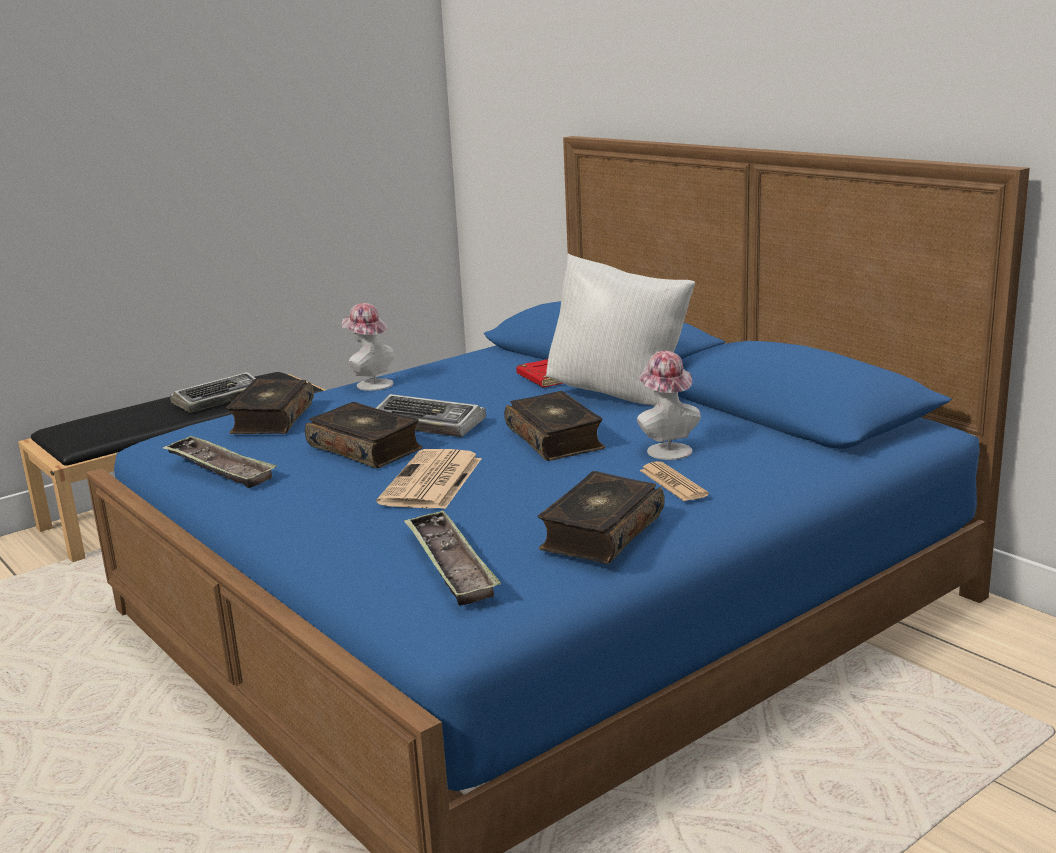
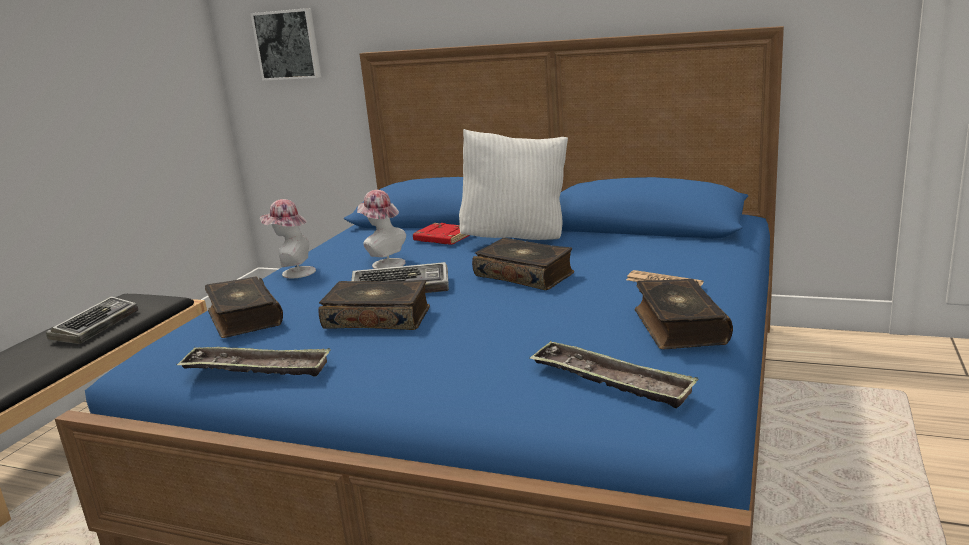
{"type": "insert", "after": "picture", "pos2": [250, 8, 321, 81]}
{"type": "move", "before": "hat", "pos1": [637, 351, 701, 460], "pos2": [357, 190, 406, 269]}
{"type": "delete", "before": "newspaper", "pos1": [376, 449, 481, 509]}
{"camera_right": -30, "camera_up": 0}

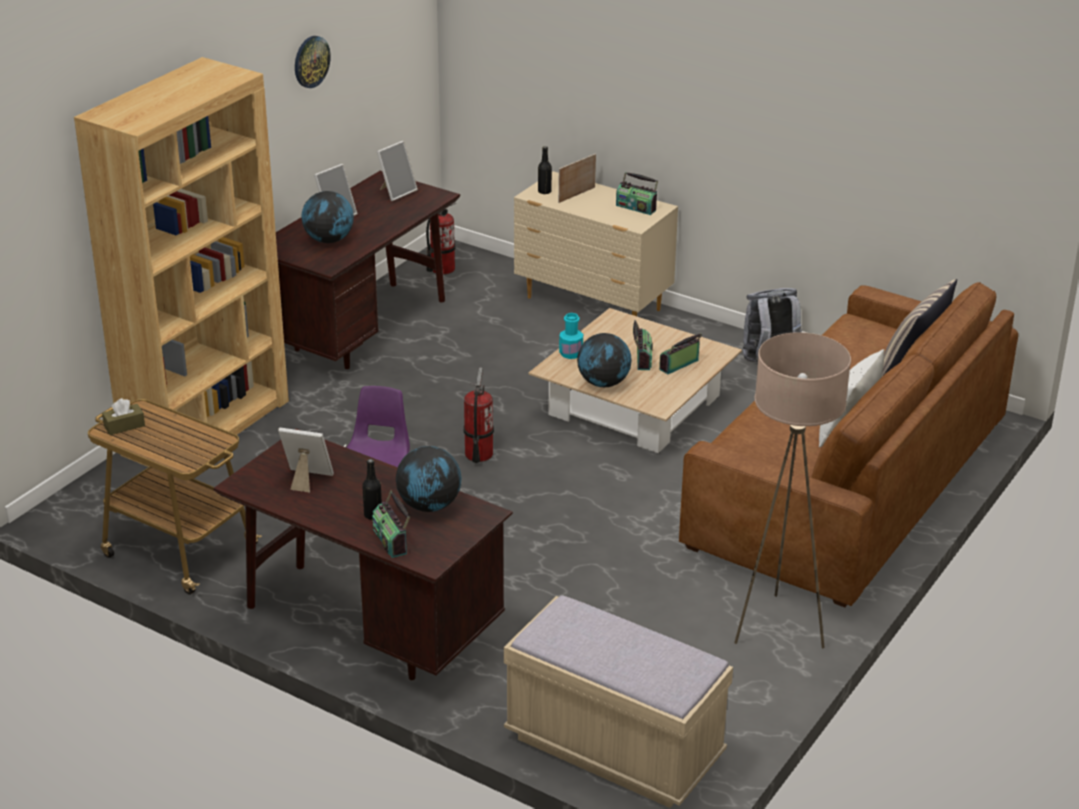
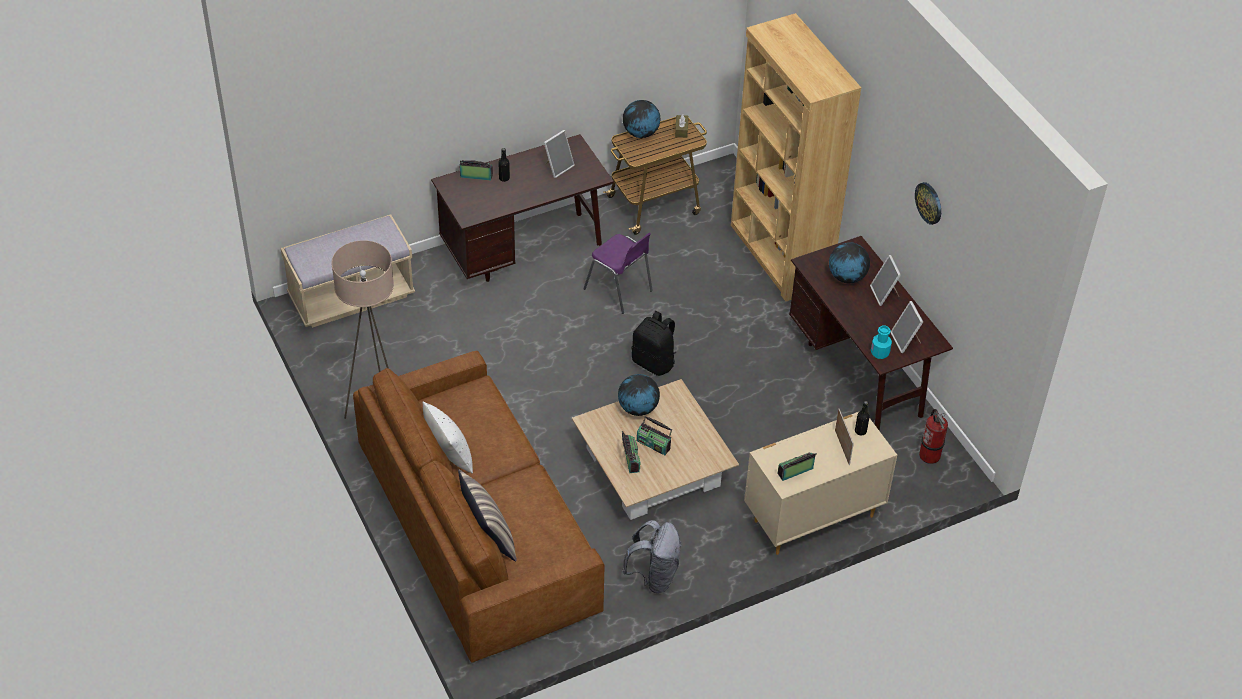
{"type": "move", "before": "globe", "pos1": [396, 446, 462, 512], "pos2": [623, 100, 660, 138]}
{"type": "replace", "before": "fire_extinguisher", "after": "black_backpack", "pos1": [463, 367, 494, 463], "pos2": [632, 311, 676, 376]}
{"type": "move", "before": "turquoise_bottle", "pos1": [559, 313, 583, 359], "pos2": [871, 325, 892, 359]}
{"camera_right": 120, "camera_up": 15}

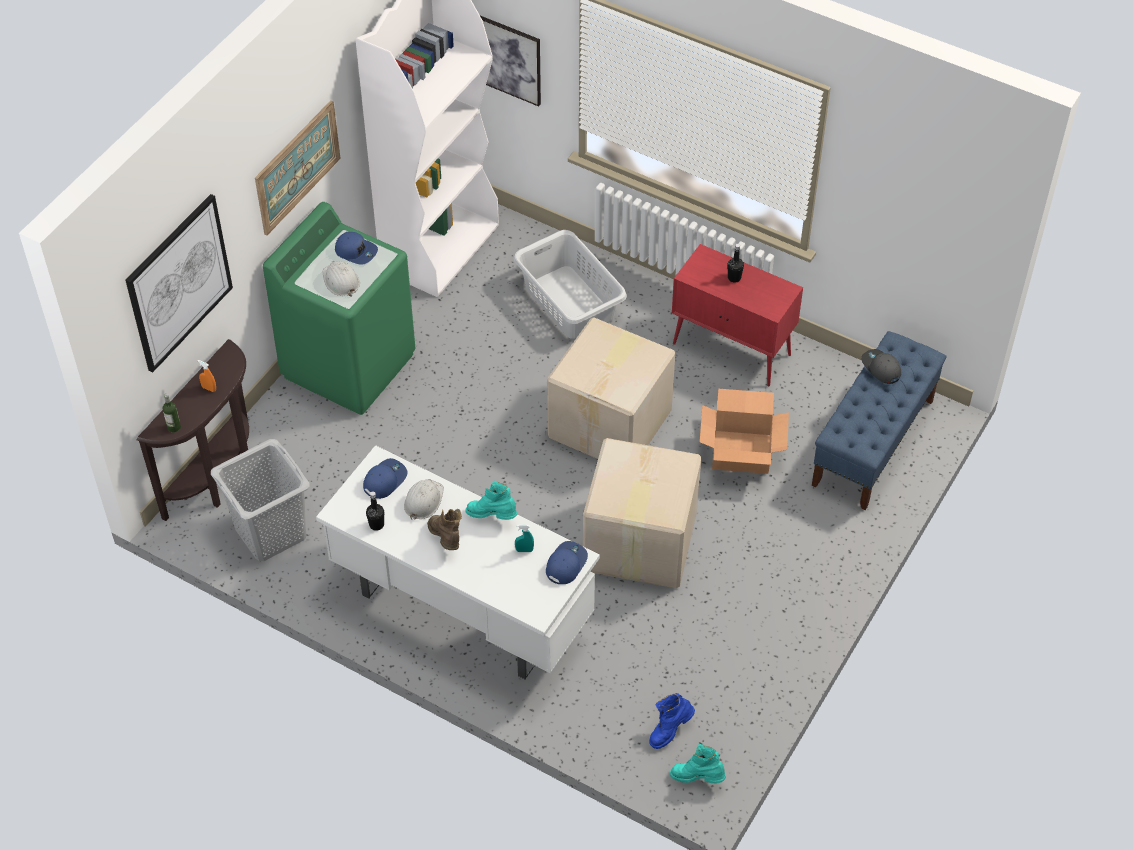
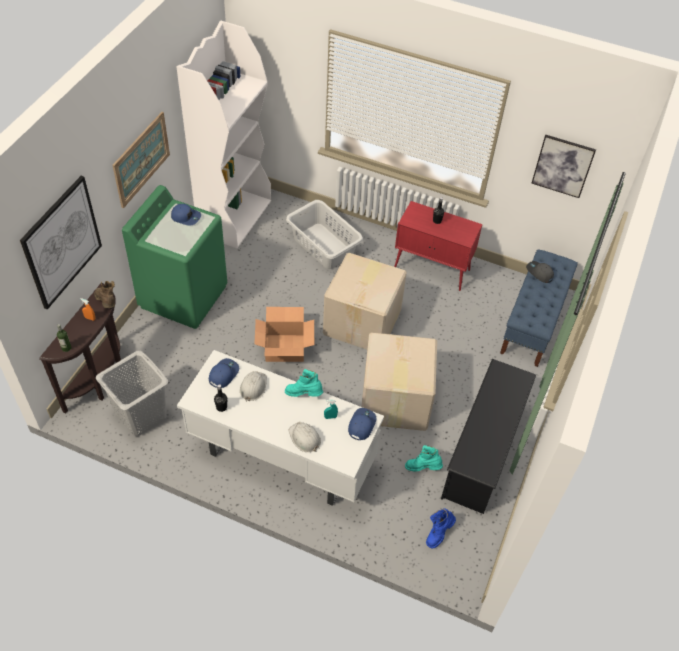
{"type": "move", "before": "brown_boot", "pos1": [427, 509, 462, 550], "pos2": [94, 281, 115, 308]}
{"type": "move", "before": "cardboard_box", "pos1": [700, 389, 789, 474], "pos2": [254, 307, 314, 362]}
{"type": "move", "before": "white_hard_hat", "pos1": [322, 261, 360, 297], "pos2": [288, 422, 321, 452]}
{"type": "move", "before": "turquoise_boot", "pos1": [670, 744, 726, 783], "pos2": [405, 445, 443, 471]}
{"type": "insert", "after": "black_shoe_rack", "pos2": [441, 359, 536, 514]}
{"type": "move", "before": "picture", "pos1": [480, 16, 541, 106], "pos2": [531, 135, 596, 198]}
{"camera_right": -10, "camera_up": 0}

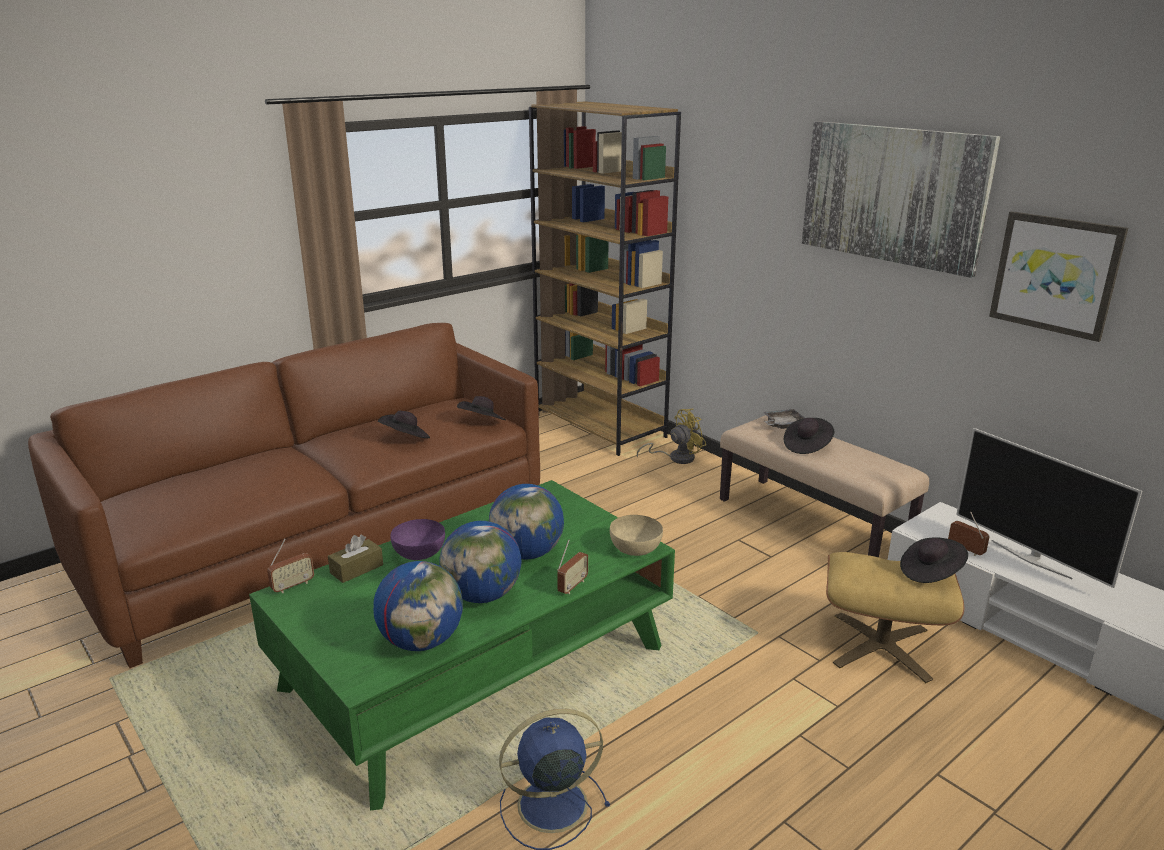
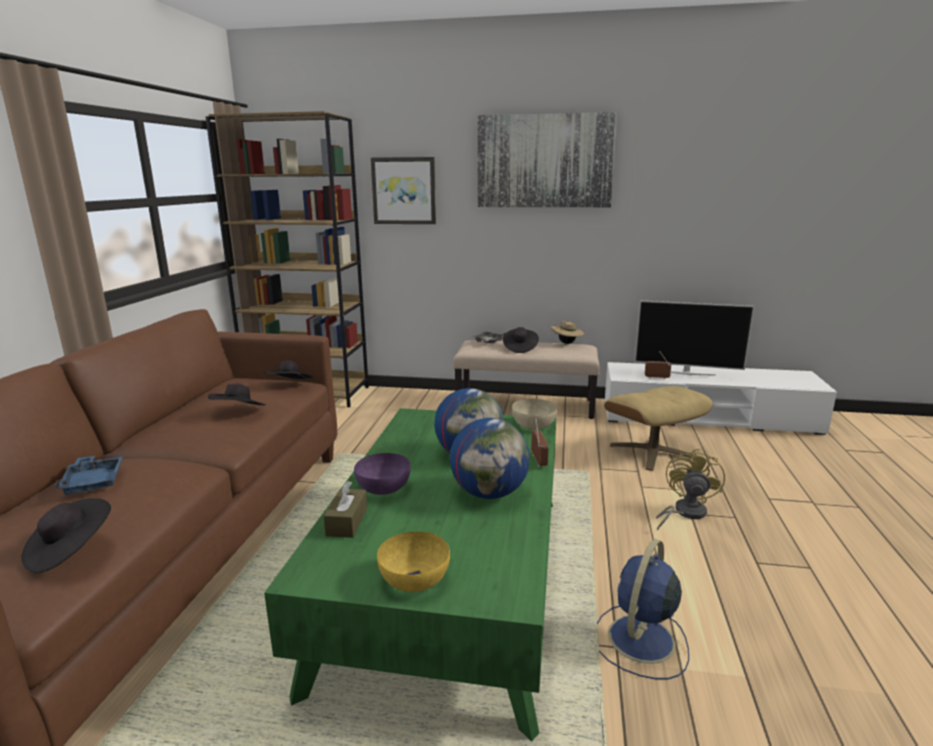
{"type": "move", "before": "black_hat", "pos1": [900, 537, 968, 583], "pos2": [21, 498, 111, 573]}
{"type": "insert", "after": "blue_tray", "pos2": [55, 456, 123, 495]}
{"type": "move", "before": "picture", "pos1": [989, 211, 1128, 342], "pos2": [371, 157, 436, 224]}
{"type": "insert", "after": "yellow_bowl", "pos2": [377, 531, 450, 592]}
{"type": "insert", "after": "beige_hat", "pos2": [551, 321, 584, 344]}
{"type": "move", "before": "yellow_fan", "pos1": [637, 408, 706, 464], "pos2": [656, 449, 725, 531]}
{"type": "delete", "before": "radio", "pos1": [267, 539, 314, 593]}
{"type": "delete", "before": "globe", "pos1": [373, 561, 463, 651]}
{"camera_right": -40, "camera_up": -5}

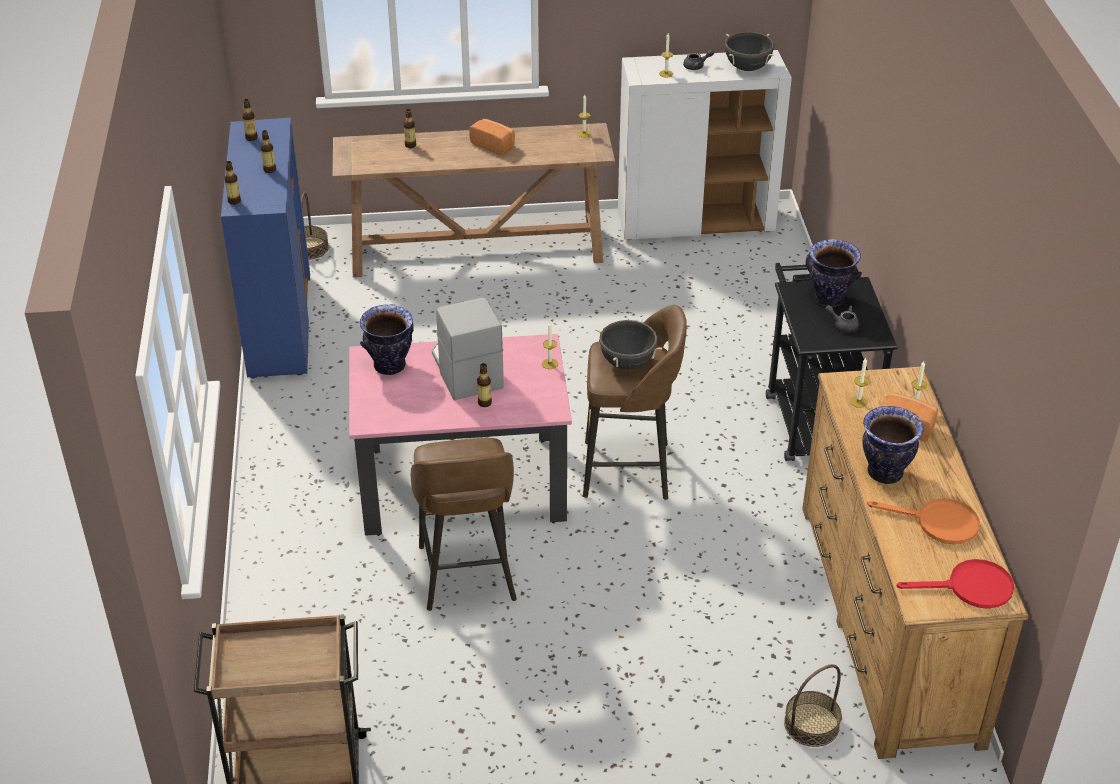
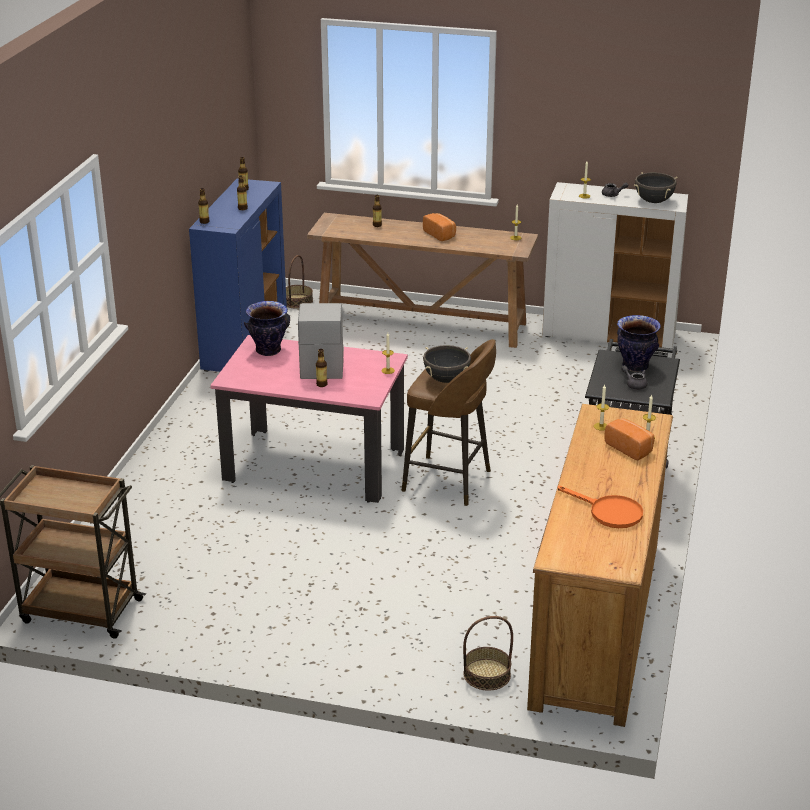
{"type": "delete", "before": "brown_stool", "pos1": [411, 437, 517, 611]}
{"type": "delete", "before": "vase", "pos1": [862, 406, 924, 484]}
{"type": "delete", "before": "red_frying_pan", "pos1": [896, 559, 1014, 609]}
{"camera_right": 20, "camera_up": -10}

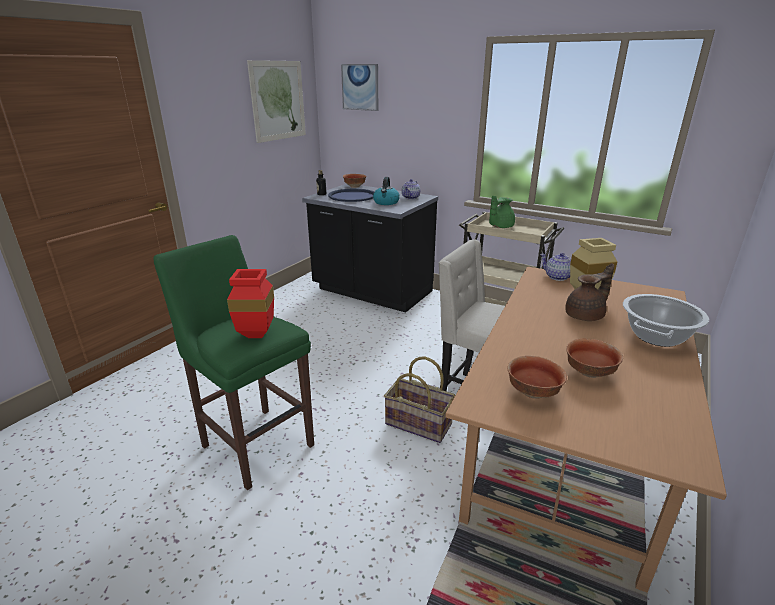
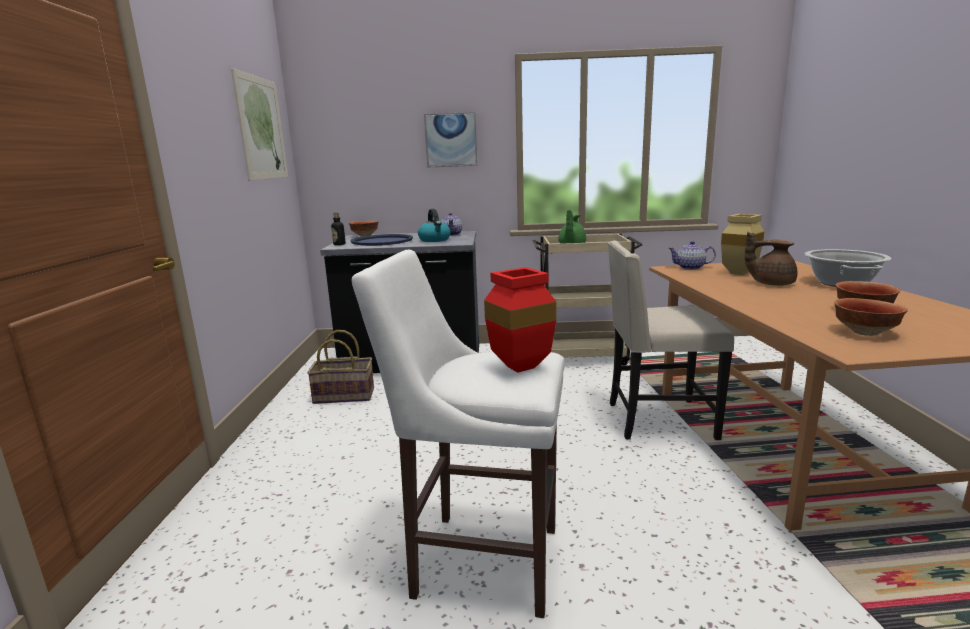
{"type": "move", "before": "basket", "pos1": [384, 356, 455, 443], "pos2": [307, 330, 374, 404]}
{"type": "recolor", "before": "green_stool", "after": "white_stool", "pos1": [153, 235, 314, 490], "pos2": [352, 250, 565, 618]}
{"type": "move", "before": "picture", "pos1": [341, 64, 378, 111], "pos2": [424, 112, 478, 167]}
{"type": "rotate", "before": "brown_teapot", "pos1": [566, 263, 614, 321], "pos2": [745, 232, 797, 286], "turn": -105}
{"camera_right": -30, "camera_up": -10}

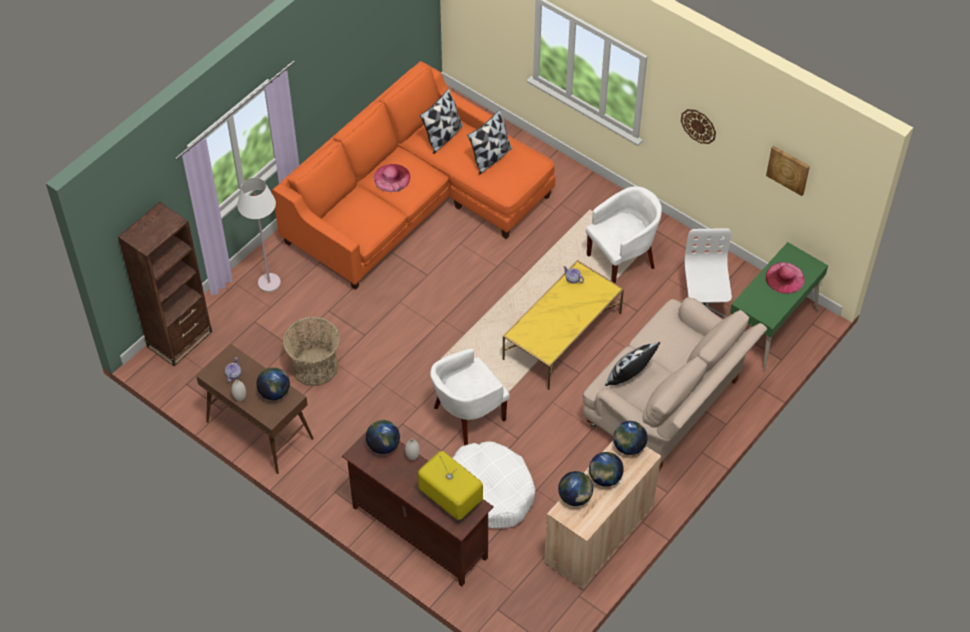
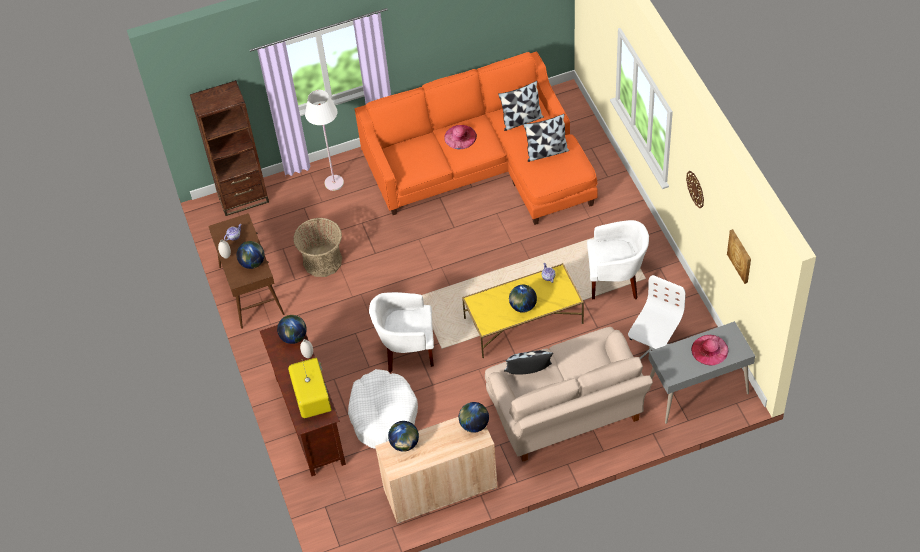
{"type": "move", "before": "globe", "pos1": [589, 452, 624, 487], "pos2": [509, 285, 537, 313]}
{"type": "recolor", "before": "green_desk", "after": "grey_desk", "pos1": [730, 242, 828, 372], "pos2": [648, 321, 755, 424]}
{"camera_right": 35, "camera_up": 0}

